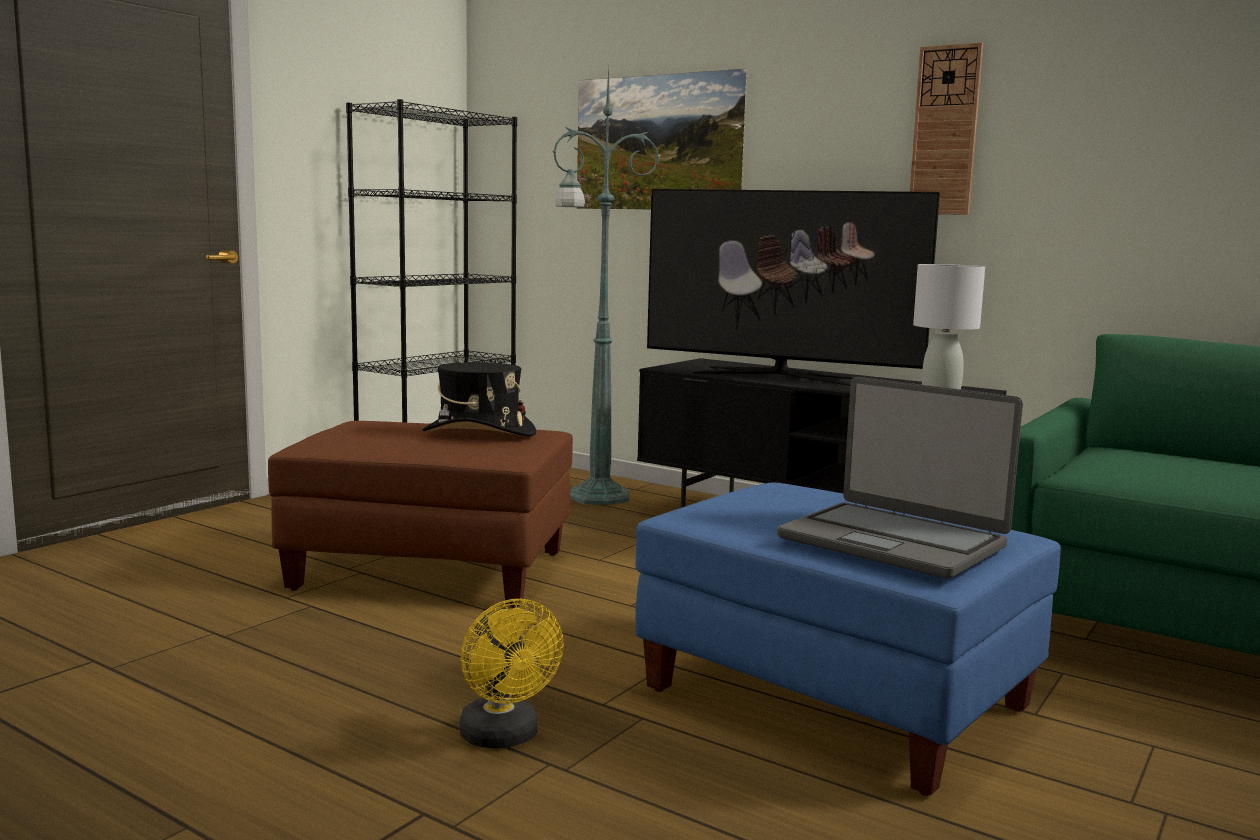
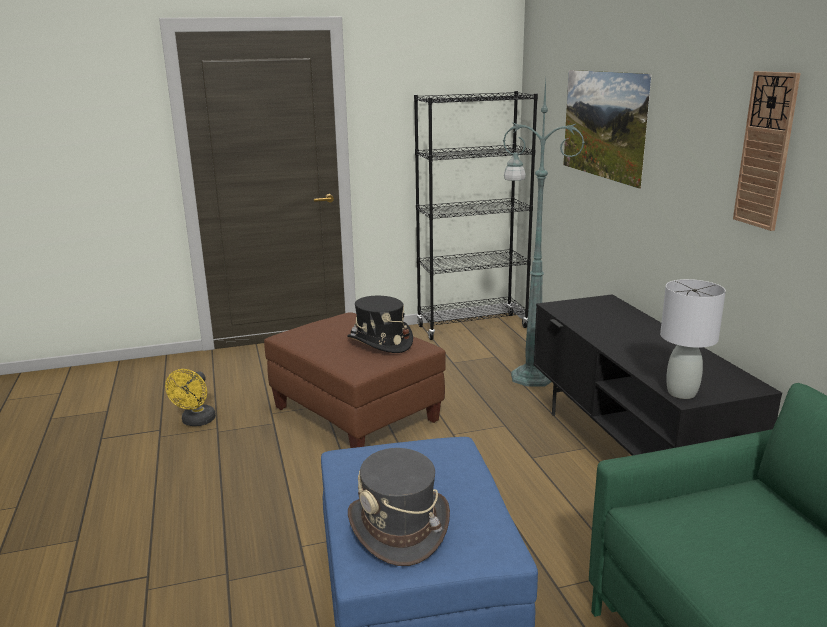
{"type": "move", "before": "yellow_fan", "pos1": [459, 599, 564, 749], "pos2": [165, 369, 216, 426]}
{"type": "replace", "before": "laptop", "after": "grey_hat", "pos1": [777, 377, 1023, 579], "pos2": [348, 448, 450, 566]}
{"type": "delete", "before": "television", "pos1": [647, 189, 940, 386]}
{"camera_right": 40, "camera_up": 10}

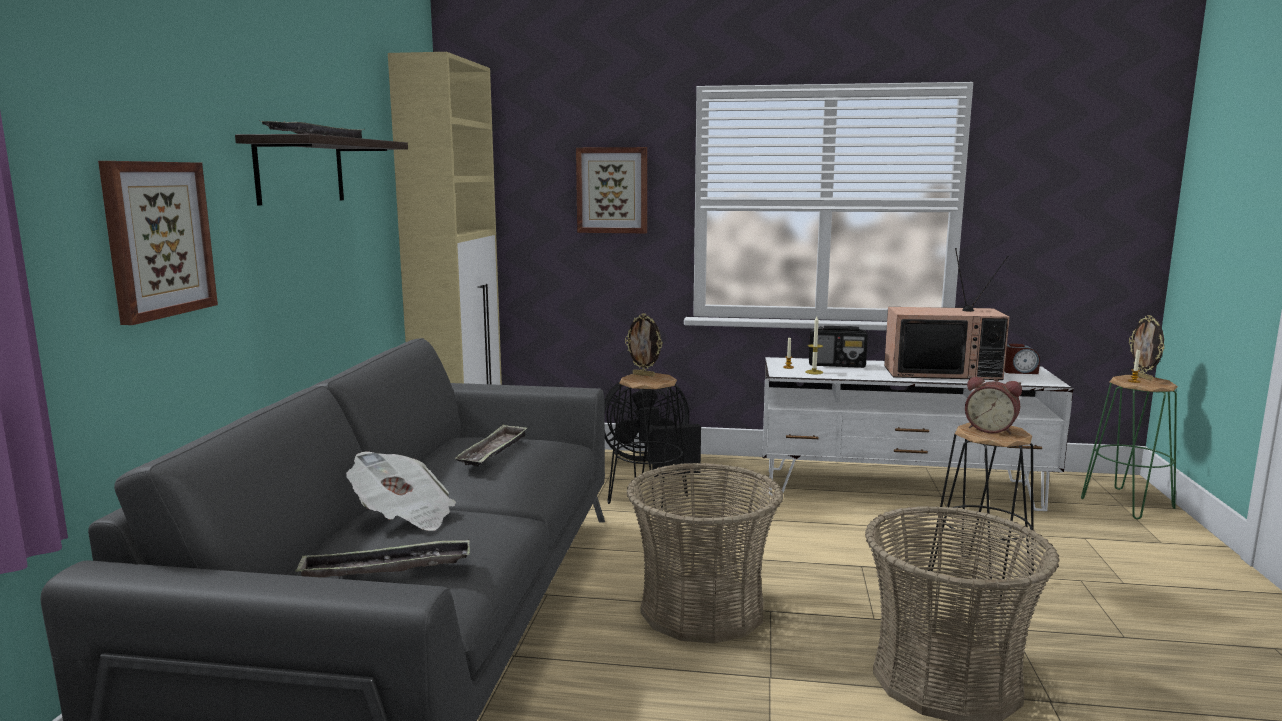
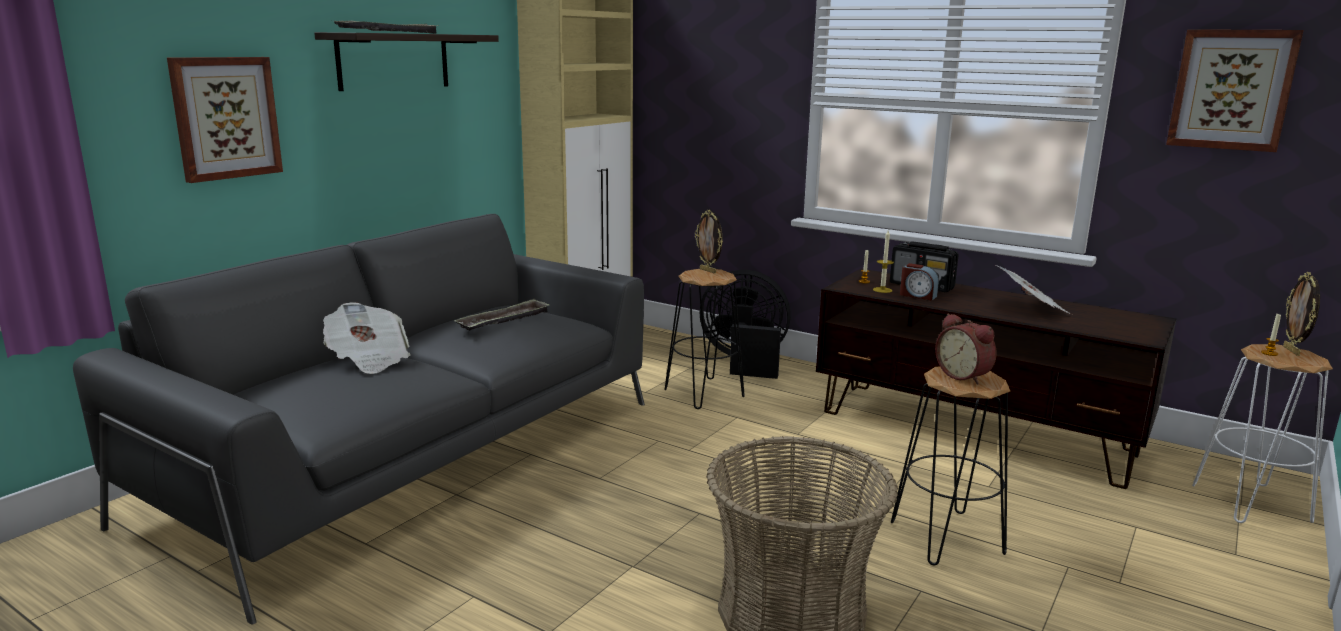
{"type": "recolor", "before": "white_tv_stand", "after": "brown_tv_stand", "pos1": [763, 357, 1073, 511], "pos2": [816, 269, 1177, 489]}
{"type": "move", "before": "alarm_clock", "pos1": [1004, 344, 1040, 374], "pos2": [900, 263, 939, 301]}
{"type": "replace", "before": "television", "after": "newspaper", "pos1": [884, 248, 1010, 380], "pos2": [996, 265, 1071, 314]}
{"type": "move", "before": "picture", "pos1": [576, 147, 647, 233], "pos2": [1166, 29, 1304, 152]}
{"type": "recolor", "before": "green_stool", "after": "white_stool", "pos1": [1081, 375, 1178, 519], "pos2": [1192, 344, 1333, 523]}
{"type": "delete", "before": "tray", "pos1": [295, 539, 470, 578]}
{"type": "delete", "before": "basket", "pos1": [627, 463, 783, 644]}
{"camera_right": 25, "camera_up": 5}

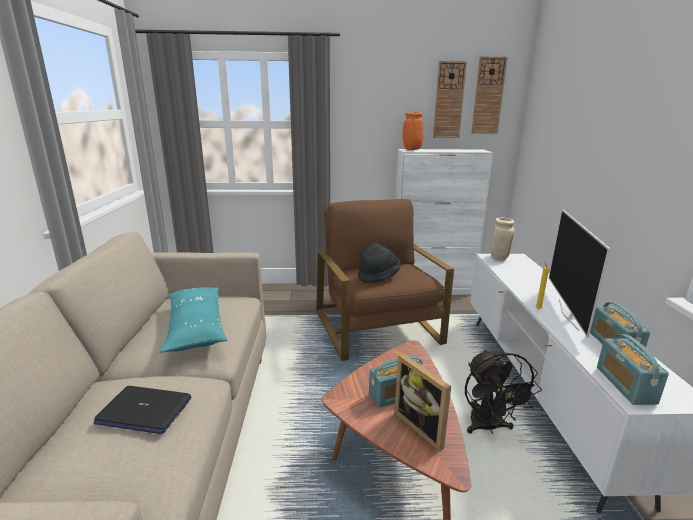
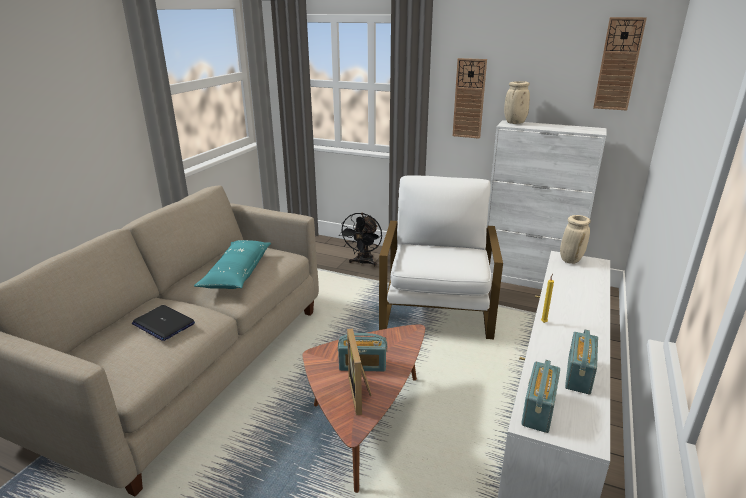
{"type": "move", "before": "black_fan", "pos1": [465, 349, 542, 434], "pos2": [339, 213, 382, 266]}
{"type": "recolor", "before": "brown_armchair", "after": "white_armchair", "pos1": [316, 199, 454, 361], "pos2": [379, 175, 503, 339]}
{"type": "move", "before": "wall_clock", "pos1": [433, 61, 467, 138], "pos2": [453, 58, 487, 139]}
{"type": "recolor", "before": "orange_vase", "after": "beige_vase", "pos1": [403, 112, 424, 150], "pos2": [504, 81, 530, 124]}
{"type": "delete", "before": "black_hat", "pos1": [358, 243, 401, 283]}
{"type": "delete", "before": "television", "pos1": [549, 209, 611, 338]}
{"camera_right": 25, "camera_up": 5}

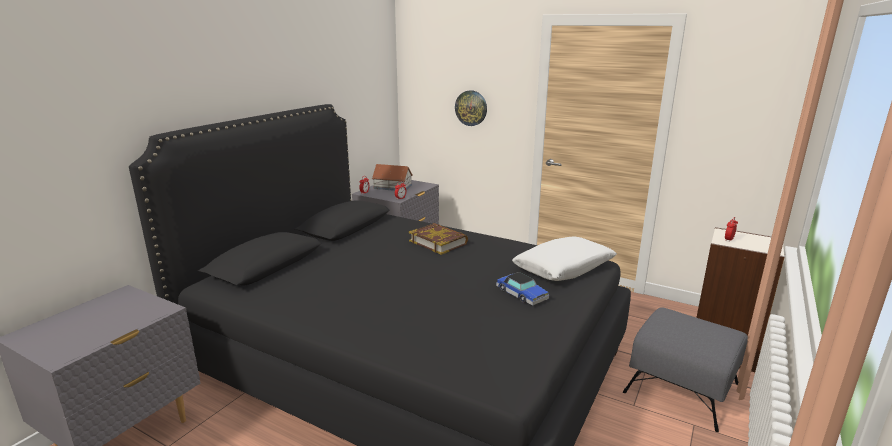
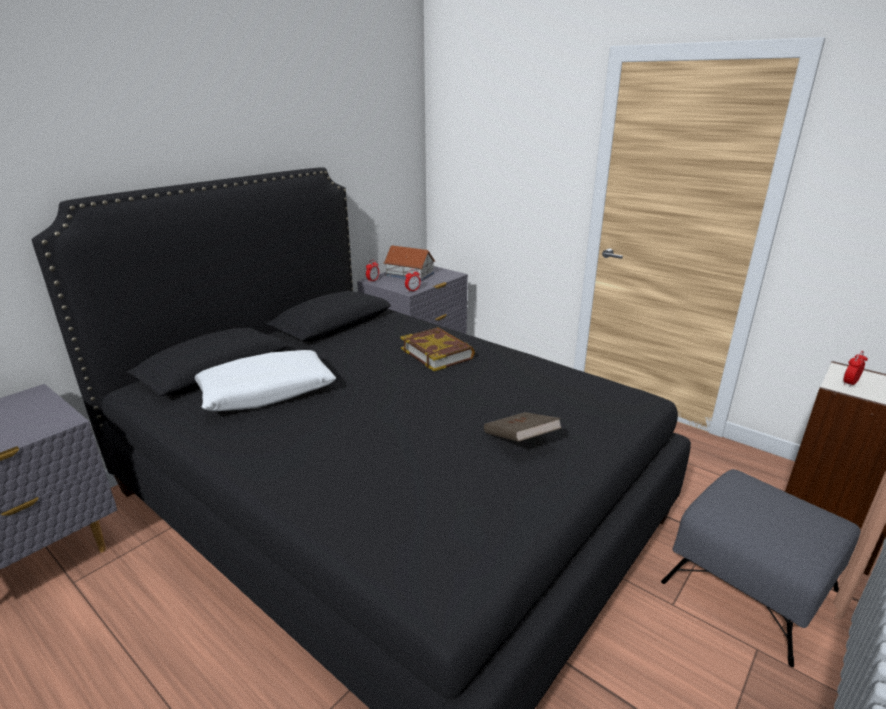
{"type": "move", "before": "white_pillow", "pos1": [512, 237, 617, 281], "pos2": [195, 350, 336, 411]}
{"type": "replace", "before": "toy_car", "after": "brown_book", "pos1": [496, 272, 549, 305], "pos2": [484, 412, 562, 442]}
{"type": "delete", "before": "wall_clock", "pos1": [455, 90, 487, 126]}
{"camera_right": 10, "camera_up": 5}

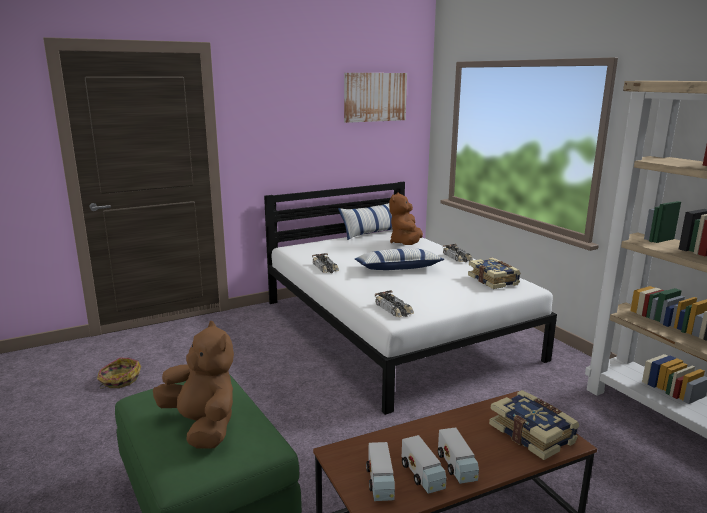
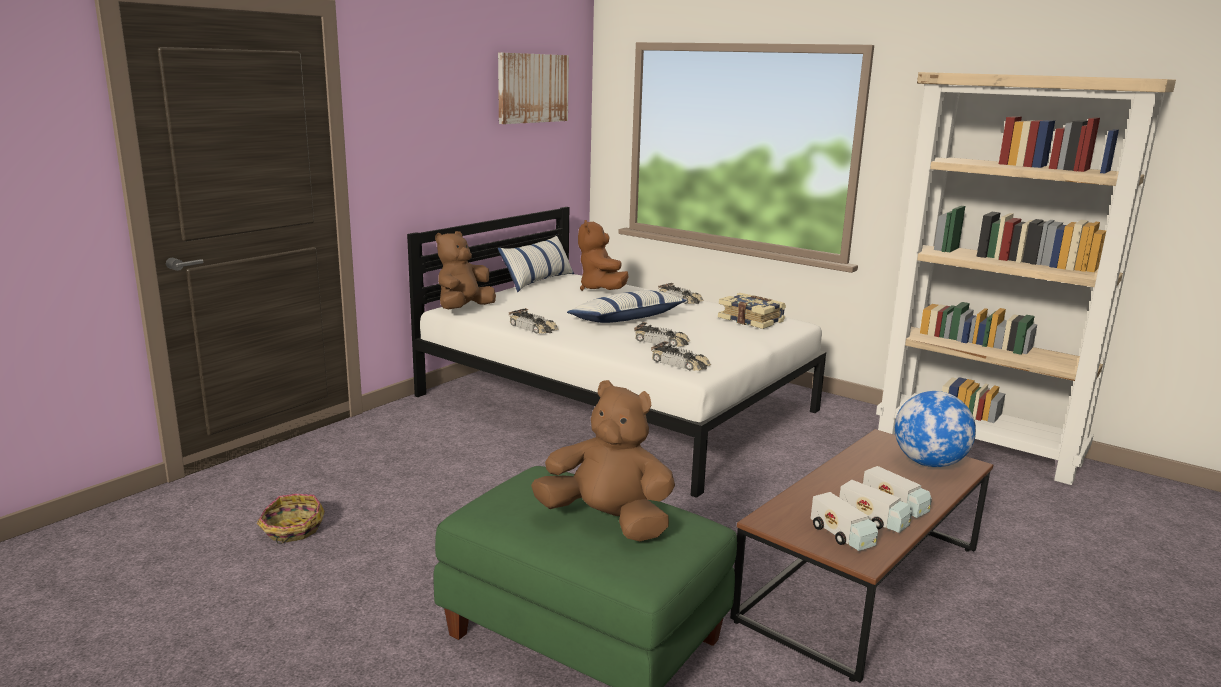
{"type": "insert", "after": "brown_plush_toy", "pos2": [435, 231, 496, 309]}
{"type": "insert", "after": "toy_car", "pos2": [634, 322, 690, 347]}
{"type": "replace", "before": "book", "after": "globe", "pos1": [489, 390, 579, 460], "pos2": [895, 391, 976, 468]}
{"camera_right": -25, "camera_up": 0}

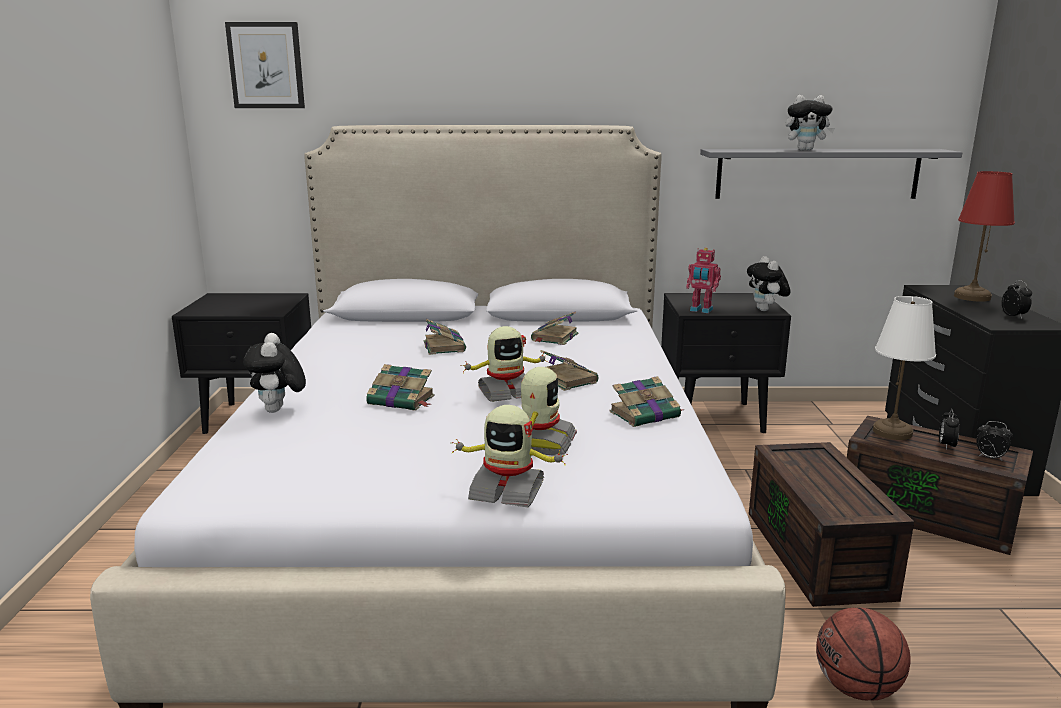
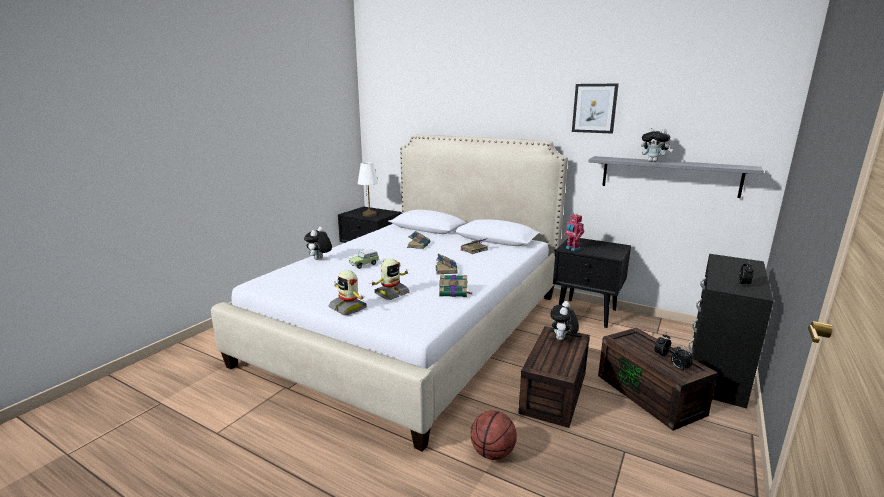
{"type": "replace", "before": "book", "after": "toy_car", "pos1": [366, 364, 434, 411], "pos2": [349, 249, 379, 269]}
{"type": "move", "before": "white_table_lamp", "pos1": [873, 296, 936, 440], "pos2": [358, 162, 379, 217]}
{"type": "move", "before": "plush_toy", "pos1": [747, 256, 791, 311], "pos2": [551, 301, 579, 340]}
{"type": "move", "before": "picture", "pos1": [225, 22, 305, 108], "pos2": [572, 84, 619, 134]}
{"type": "delete", "before": "toy_robot", "pos1": [460, 326, 549, 402]}
{"type": "delete", "before": "red_table_lamp", "pos1": [954, 171, 1015, 302]}
{"camera_right": 30, "camera_up": 0}

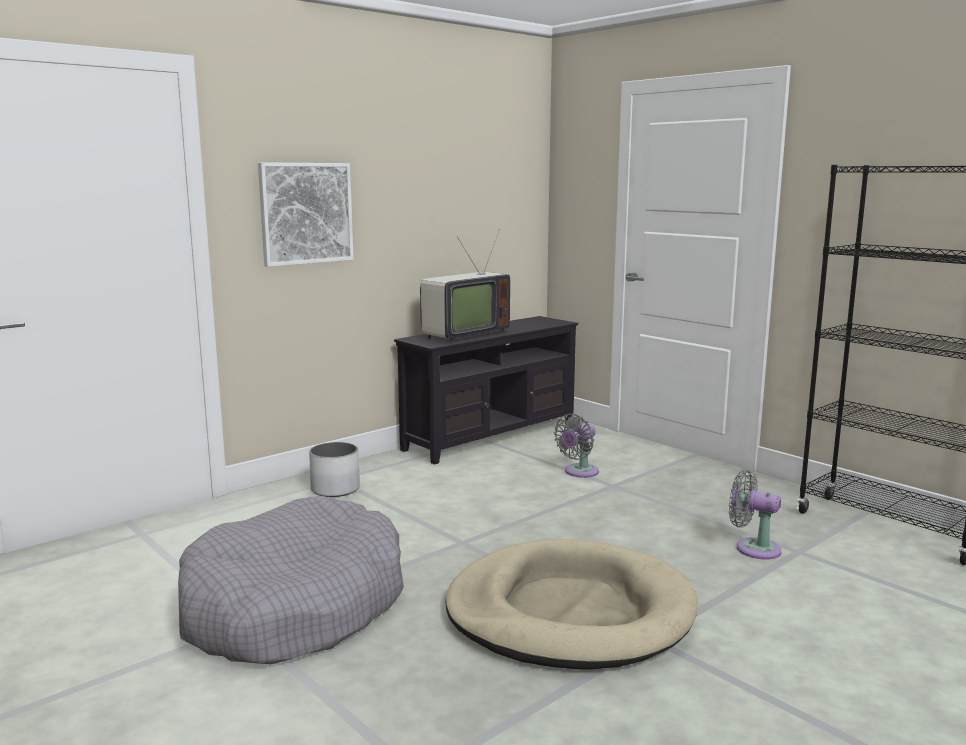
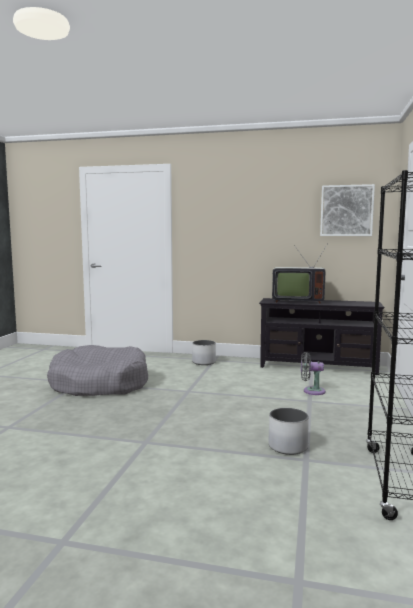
{"type": "replace", "before": "grey_fan", "after": "white_planter", "pos1": [729, 470, 782, 560], "pos2": [268, 408, 309, 455]}
{"type": "move", "before": "picture", "pos1": [258, 162, 353, 267], "pos2": [320, 184, 375, 236]}
{"type": "delete", "before": "beige_dog_bed", "pos1": [445, 539, 698, 670]}
{"camera_right": 55, "camera_up": -5}

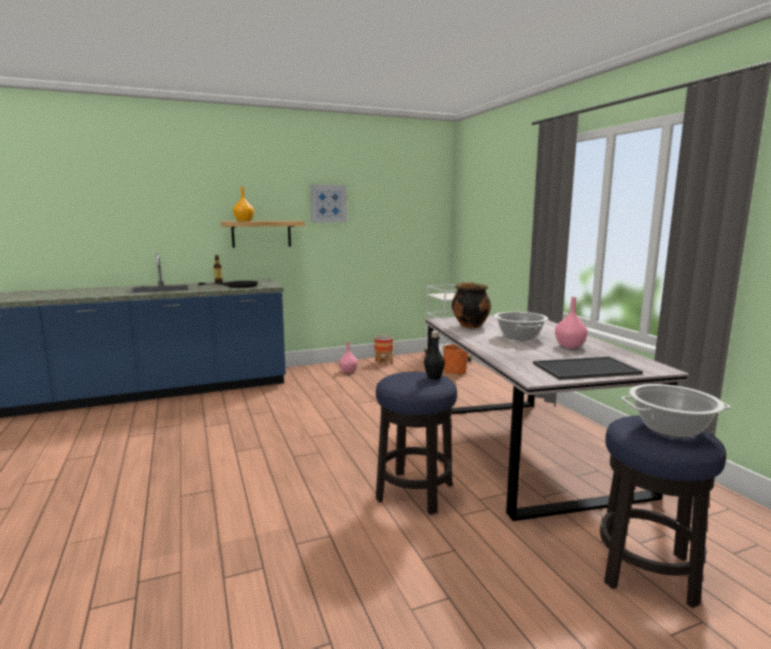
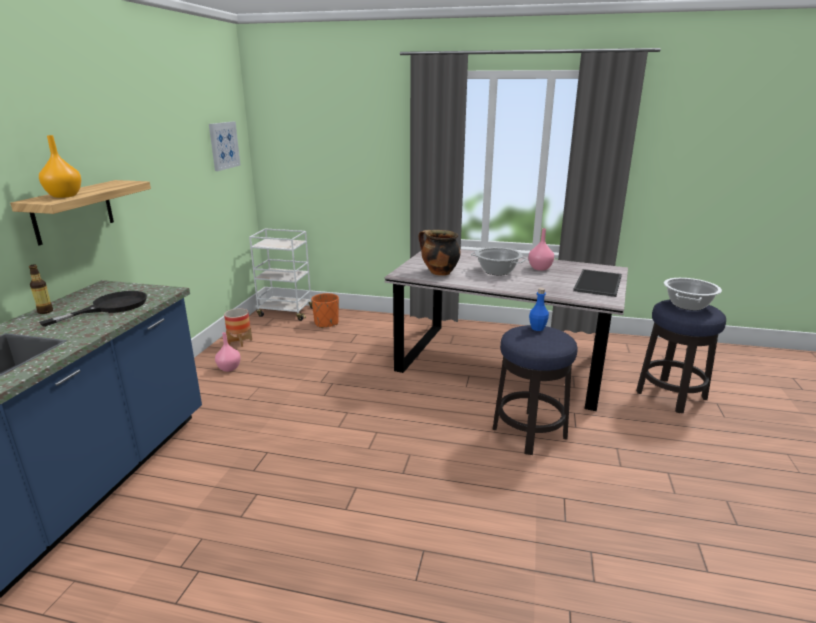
{"type": "move", "before": "picture", "pos1": [310, 184, 347, 223], "pos2": [209, 121, 241, 171]}
{"type": "recolor", "before": "black_bottle", "after": "blue_bottle", "pos1": [424, 331, 445, 379], "pos2": [529, 288, 549, 331]}
{"camera_right": -55, "camera_up": 10}

